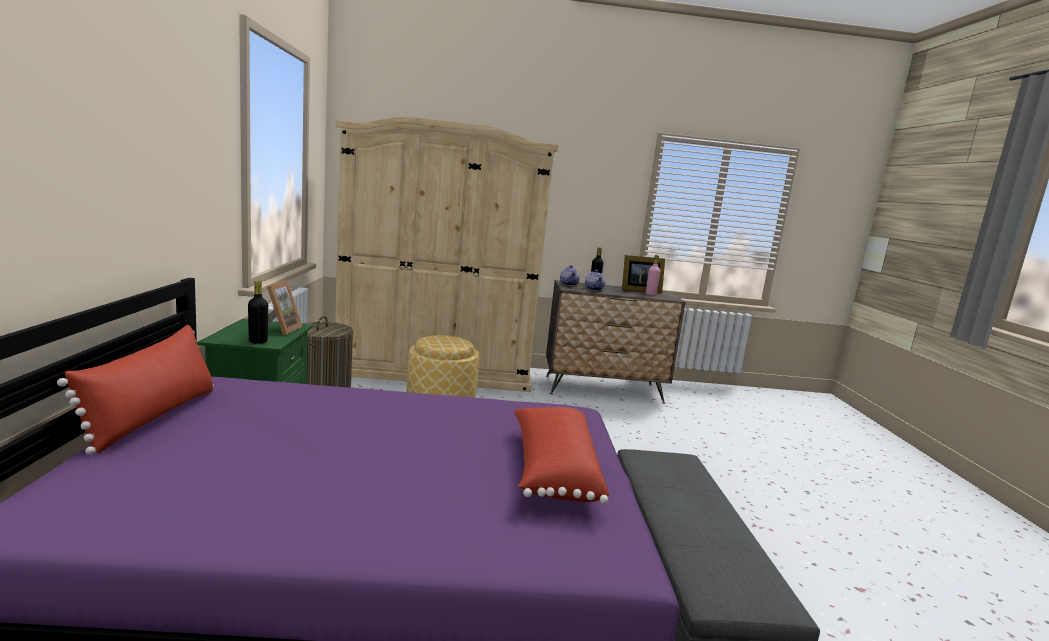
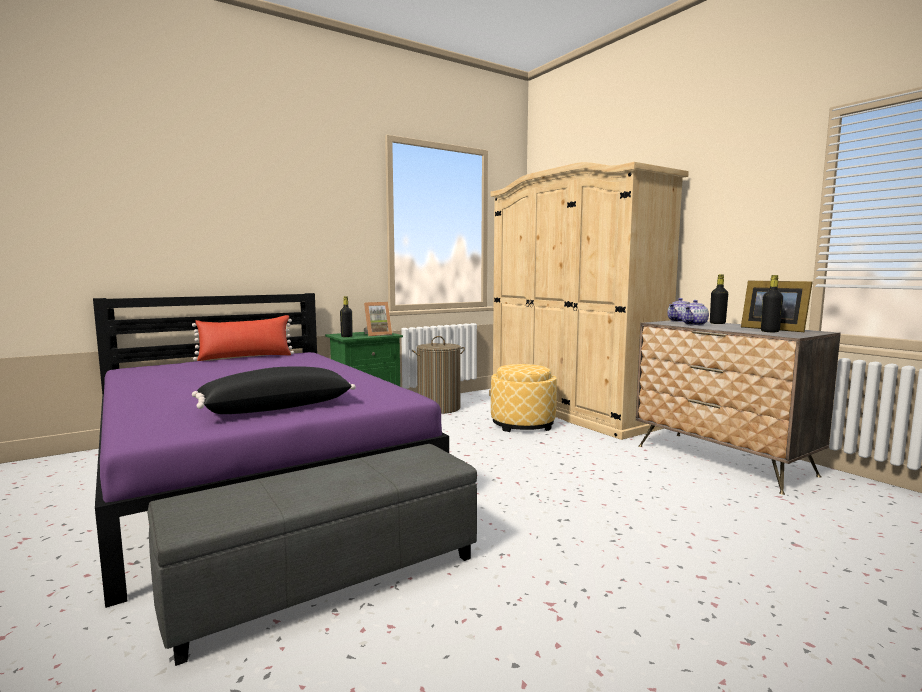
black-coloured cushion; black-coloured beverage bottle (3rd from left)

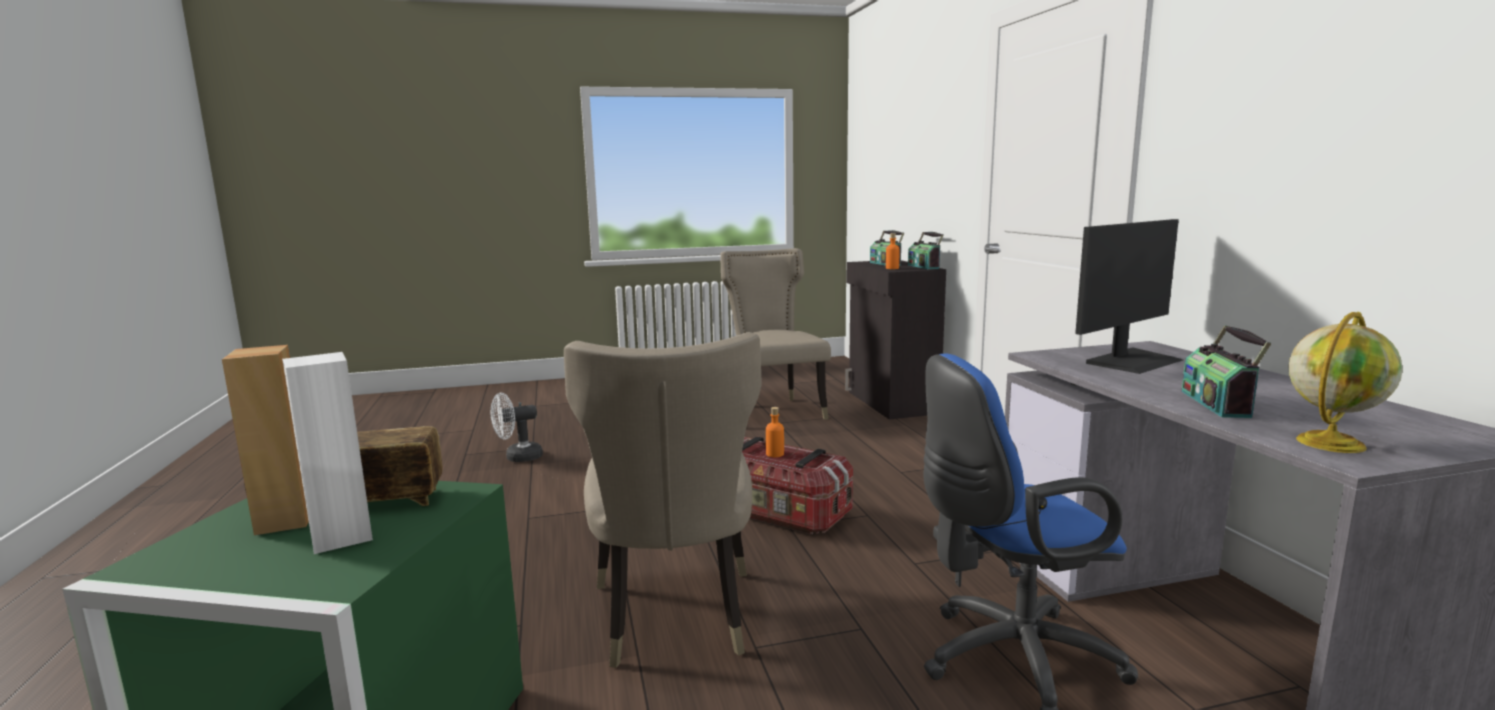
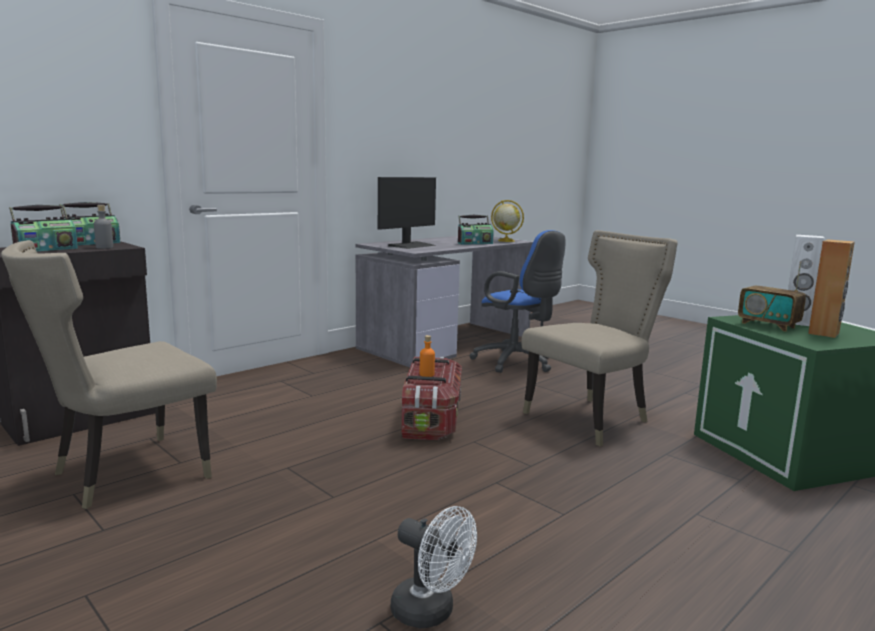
grey beverage bottle; computer screen

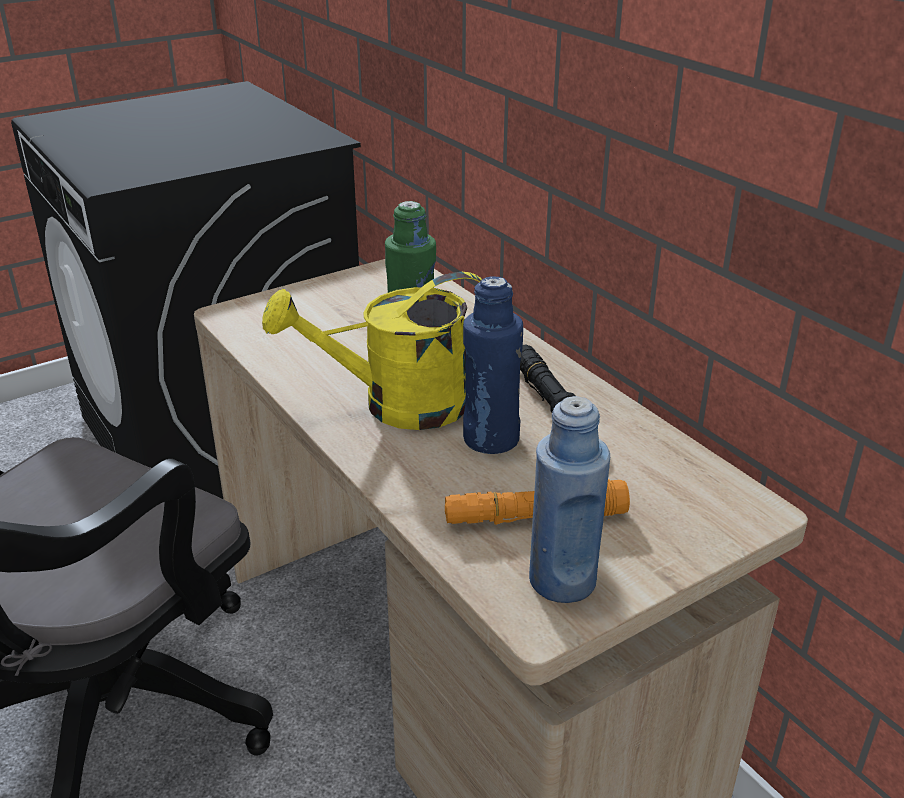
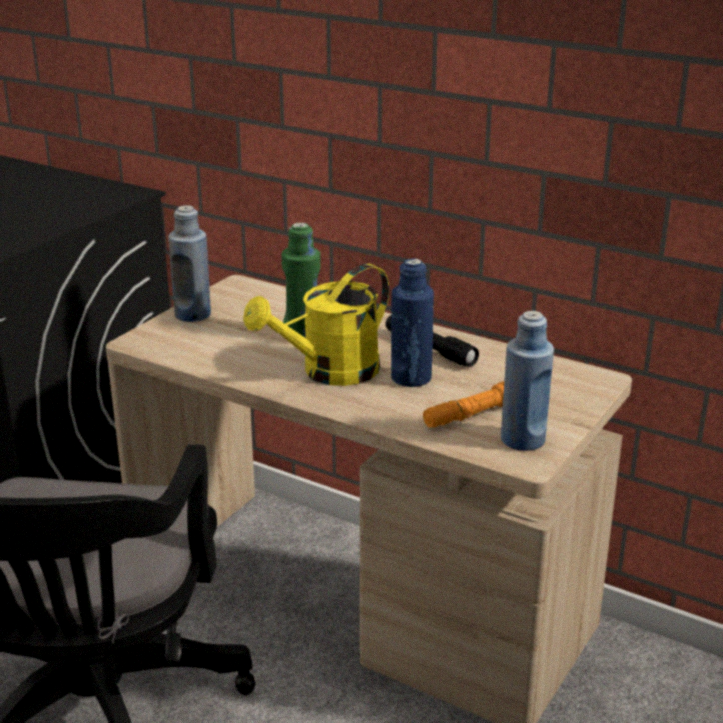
blue-coloured beverage bottle (1st from left)

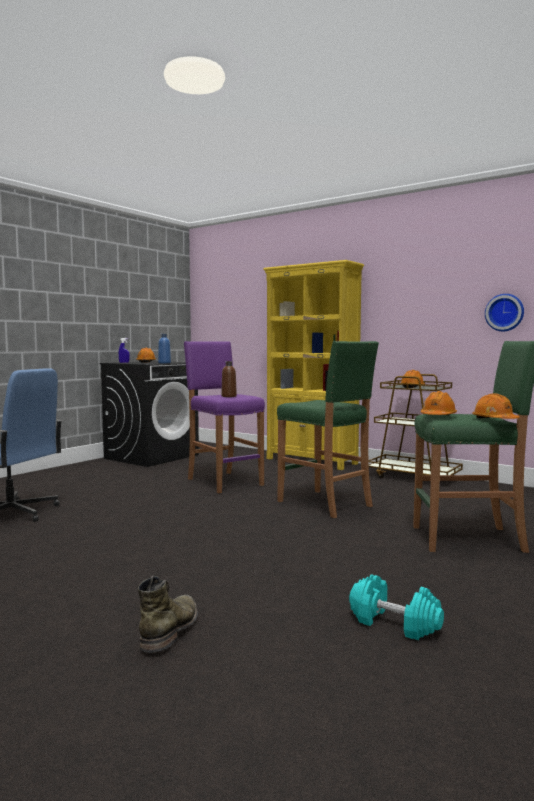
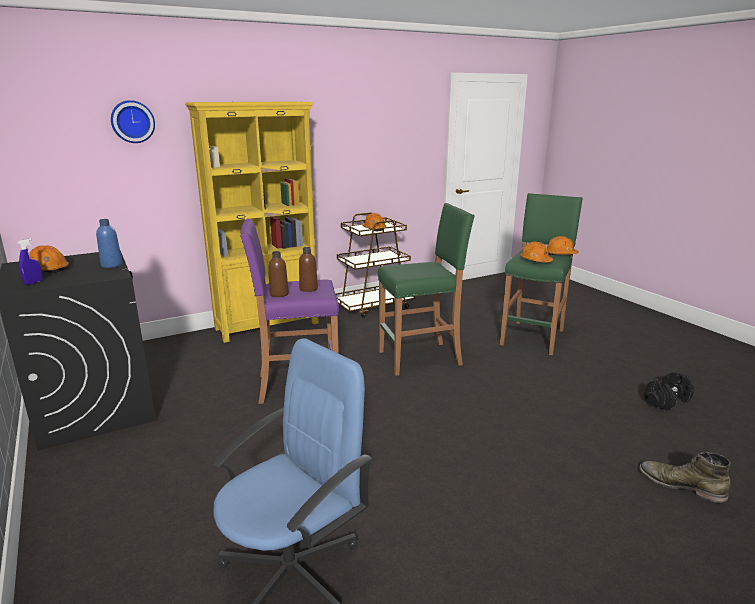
brownish beverage bottle (1st from left); clock on the wall; black-coloured hand weight

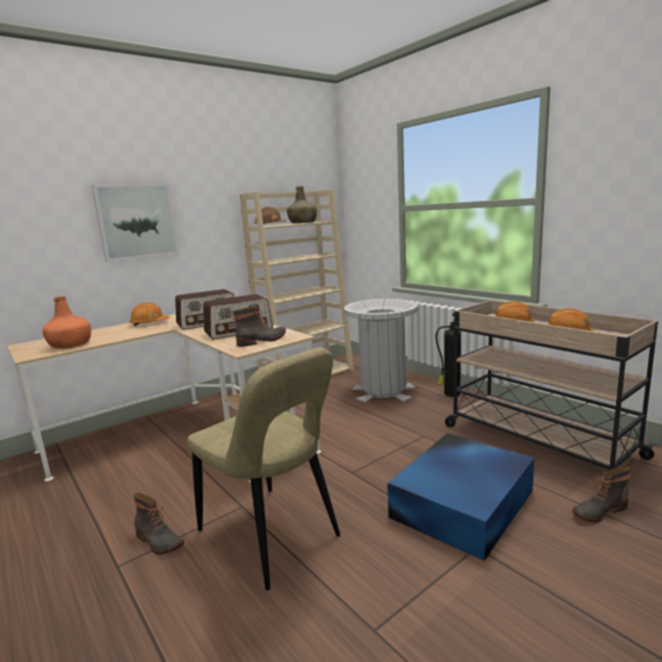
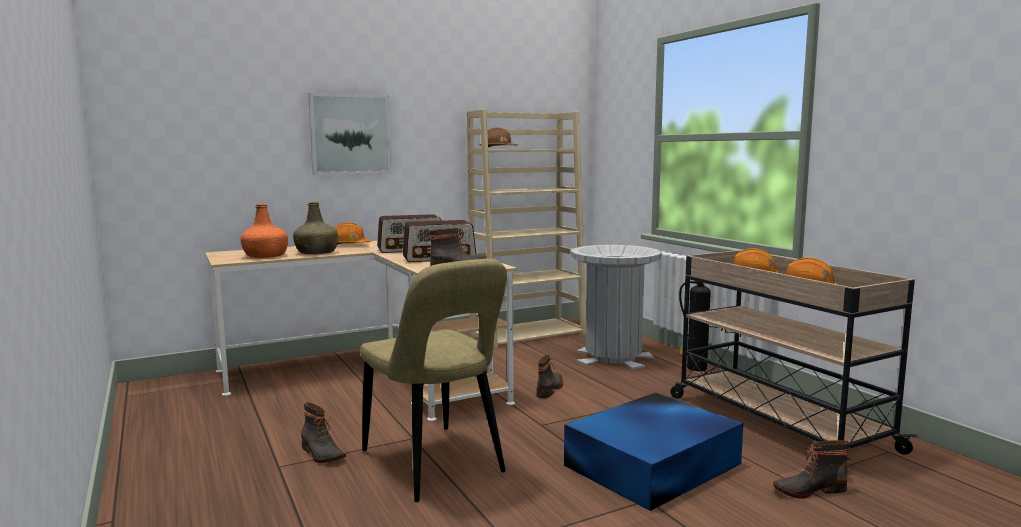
boot (3rd from left); green beverage bottle

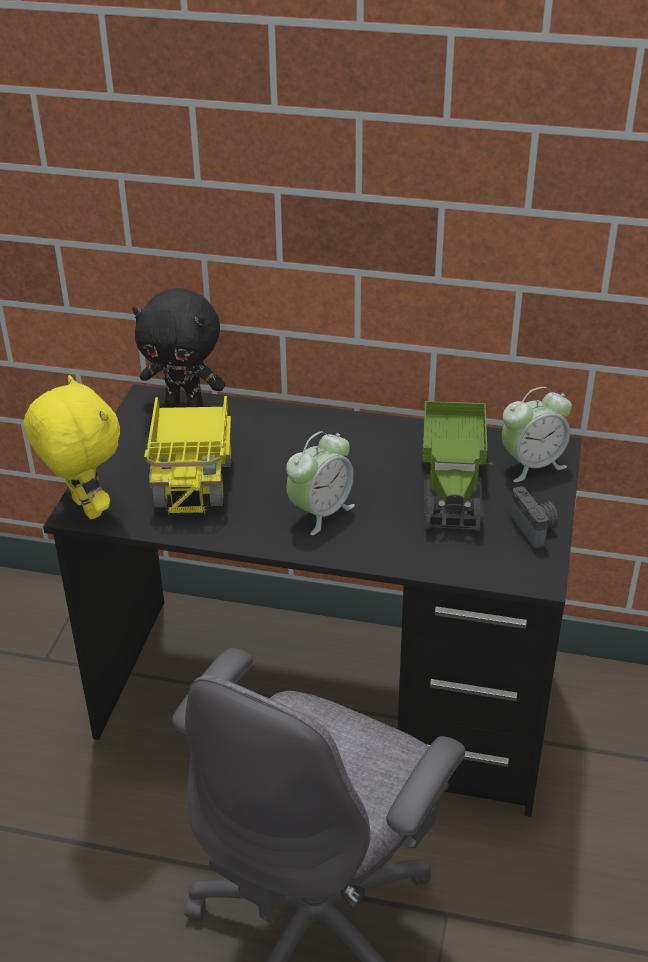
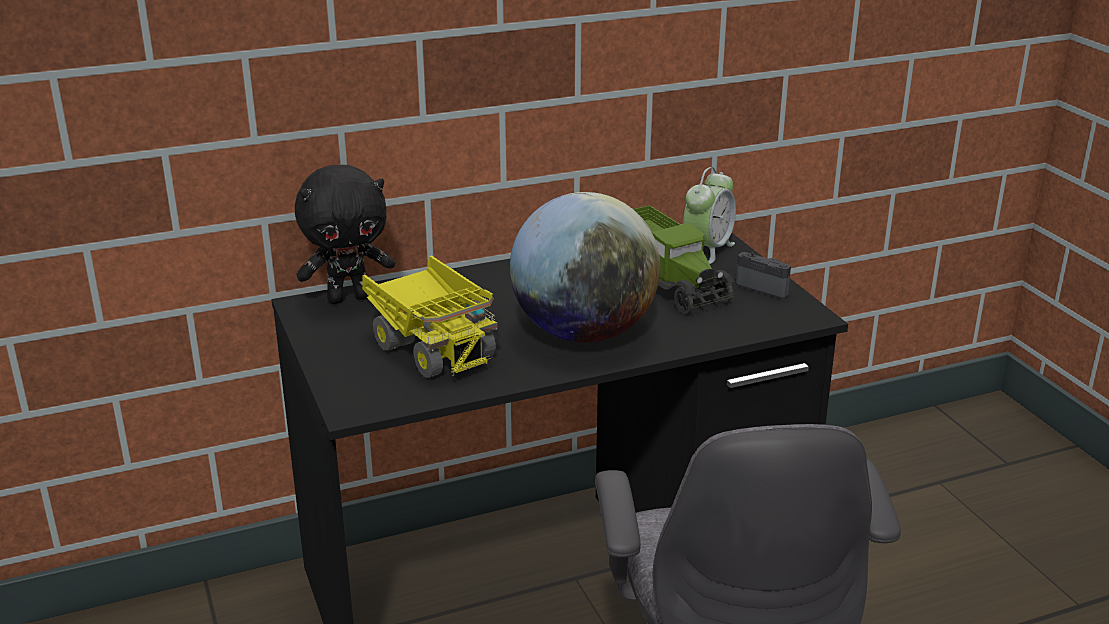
yellow plush toy; world globe

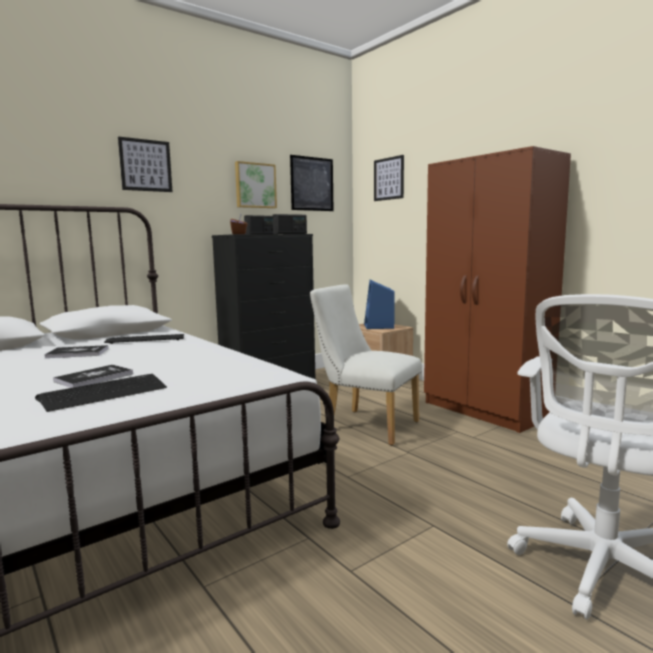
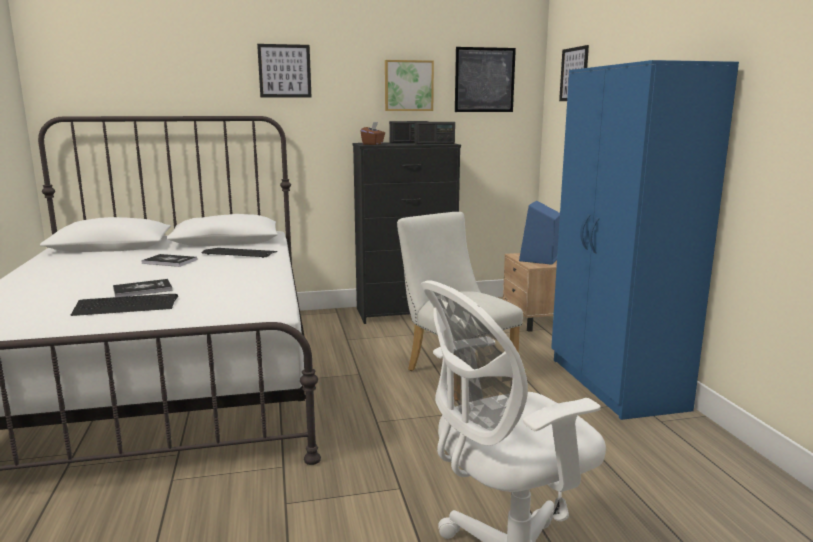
blue-coloured clothes cupboard

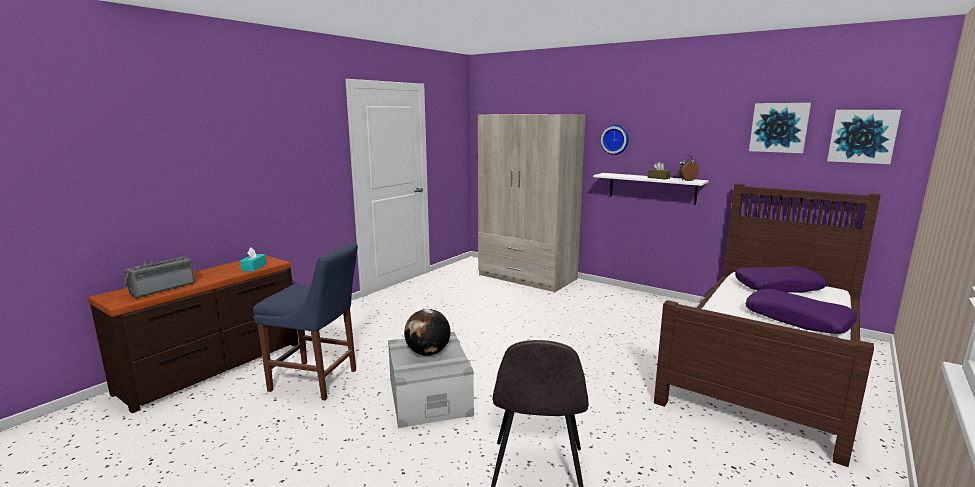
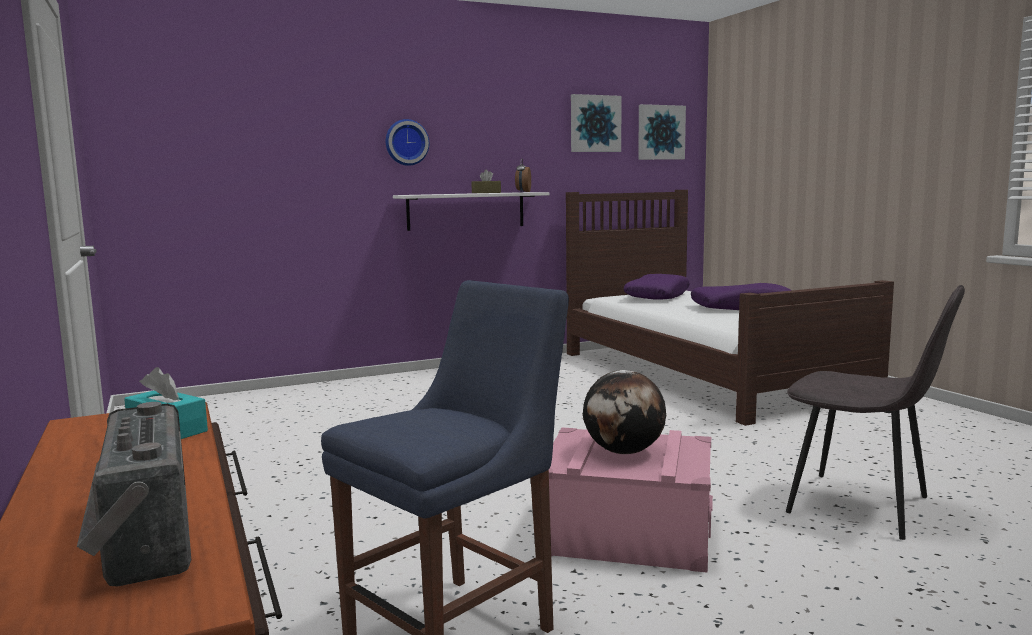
beige-coloured clothes cupboard; pink-coloured storage container

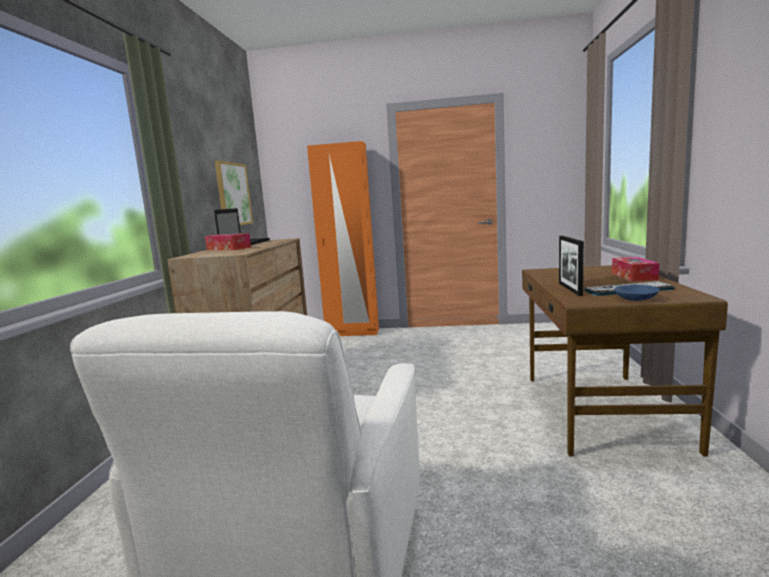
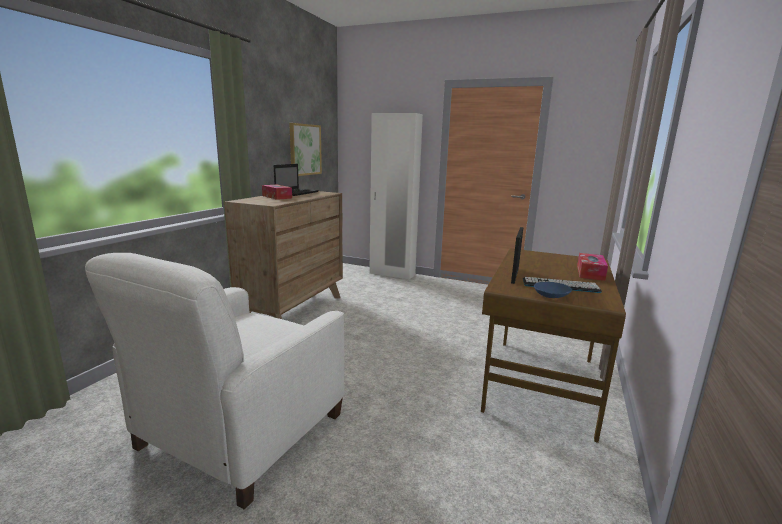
white clothes cupboard

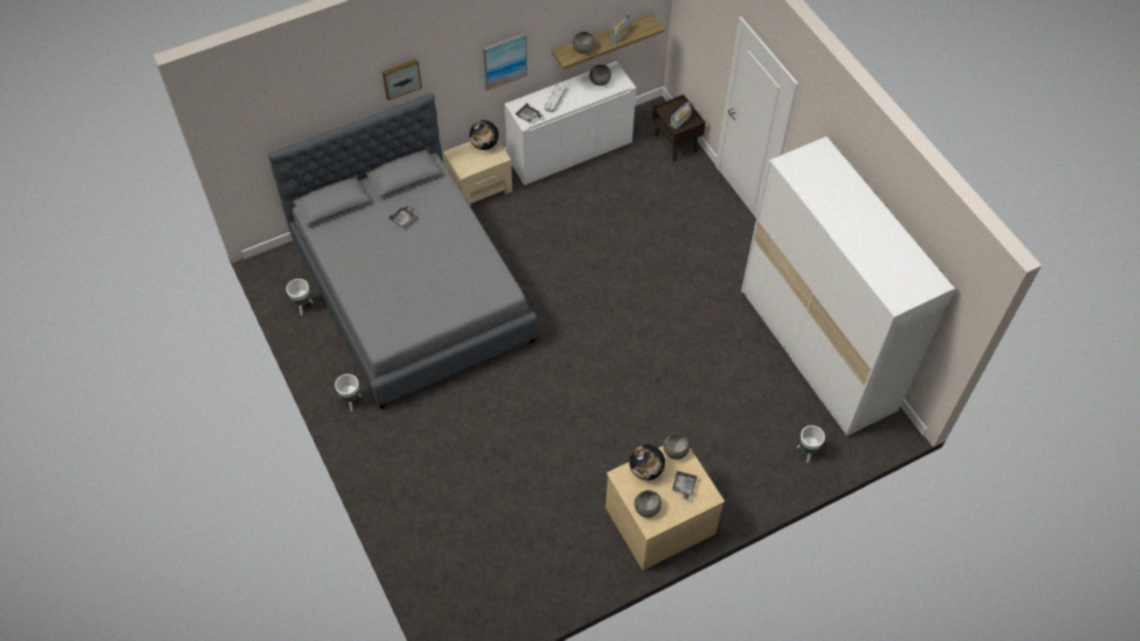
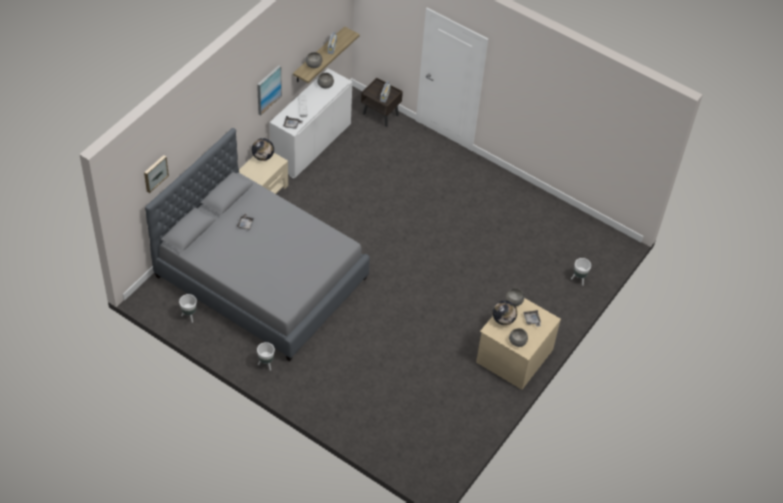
white clothes cupboard; picture (1st from left)

